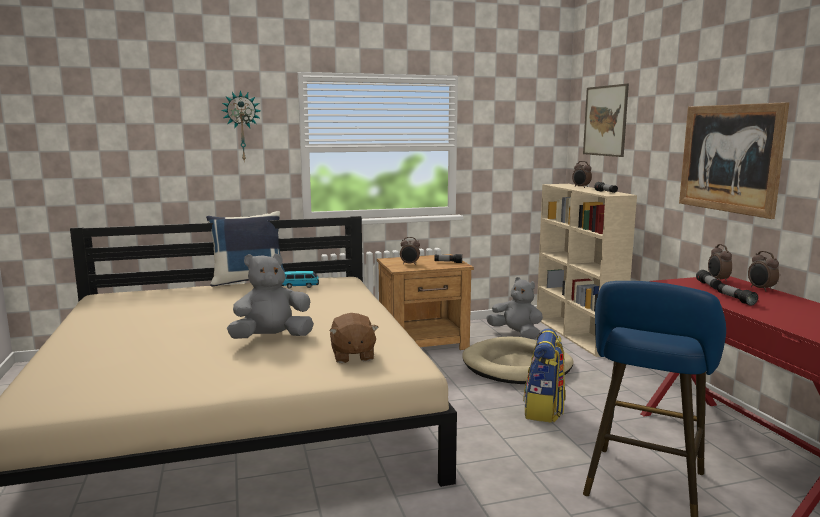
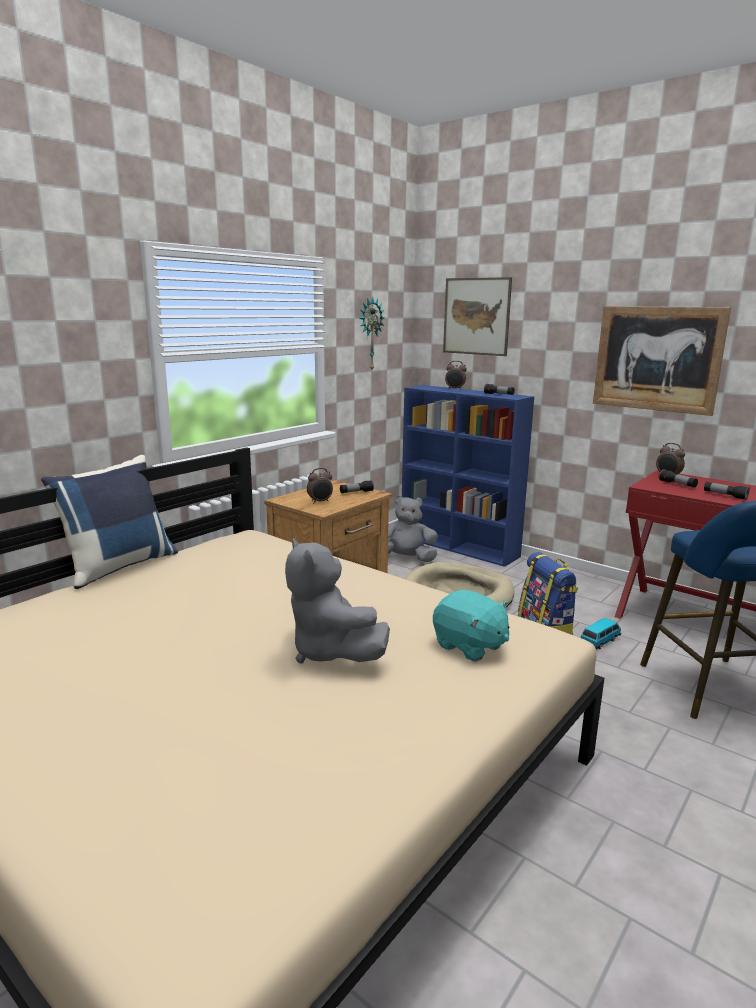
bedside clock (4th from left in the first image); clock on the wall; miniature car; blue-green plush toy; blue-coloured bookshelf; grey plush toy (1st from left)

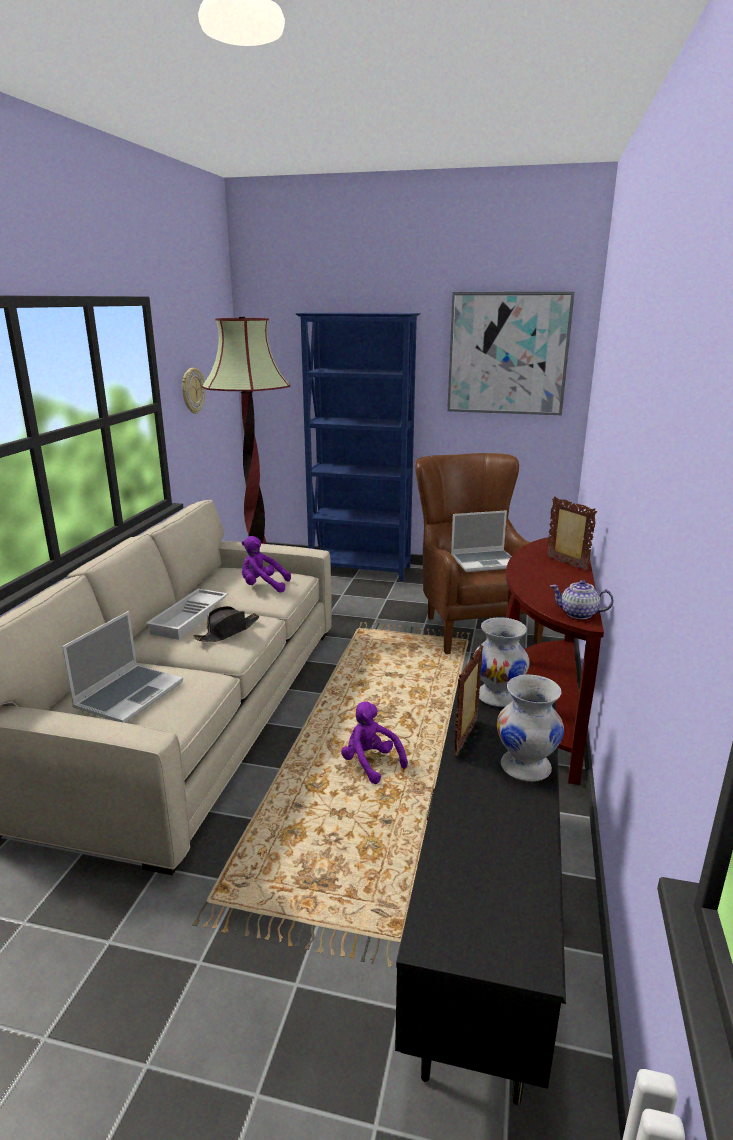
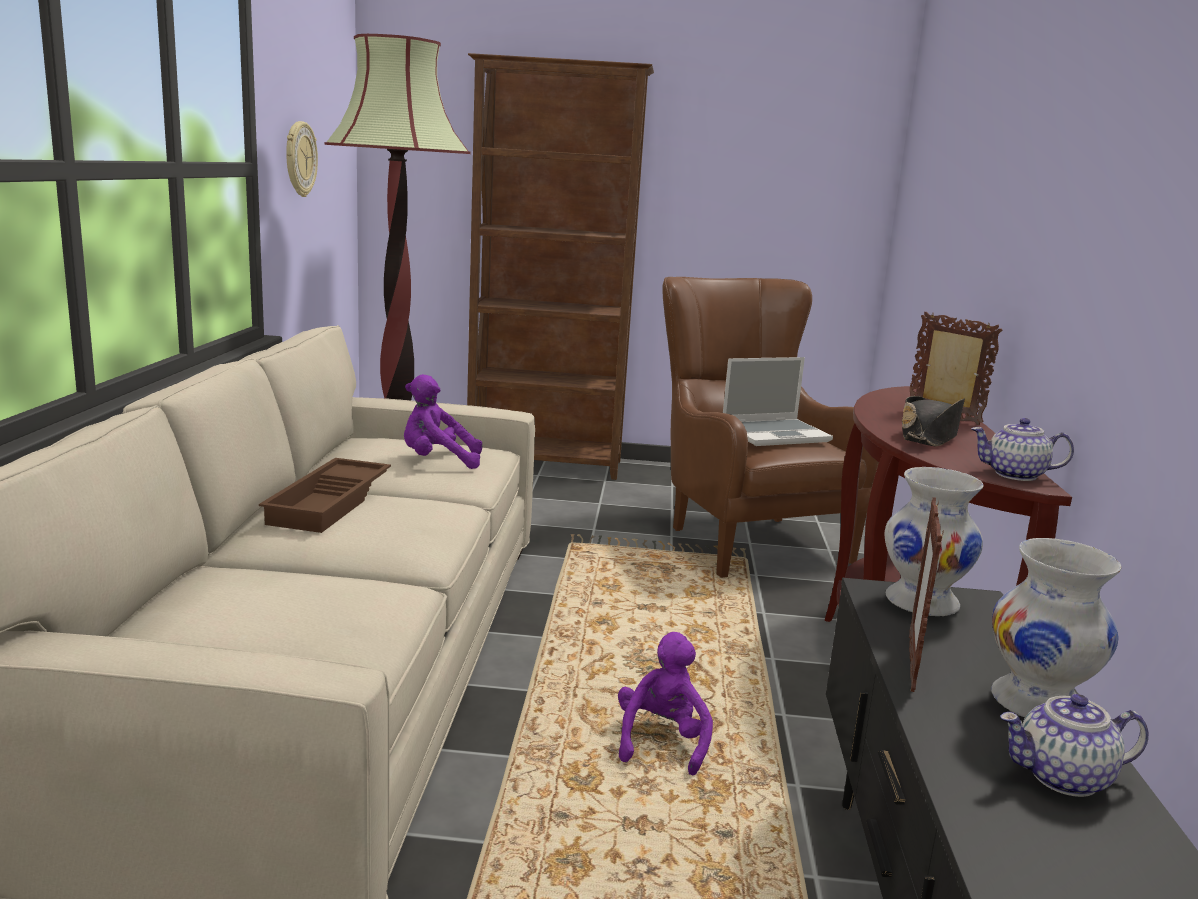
notebook computer (1st from left in the first image); picture; pot for tea (2nd from left); black-coloured clothing hat; brownish carrying tray; brownish bookshelf; purplish plush toy (2nd from left)

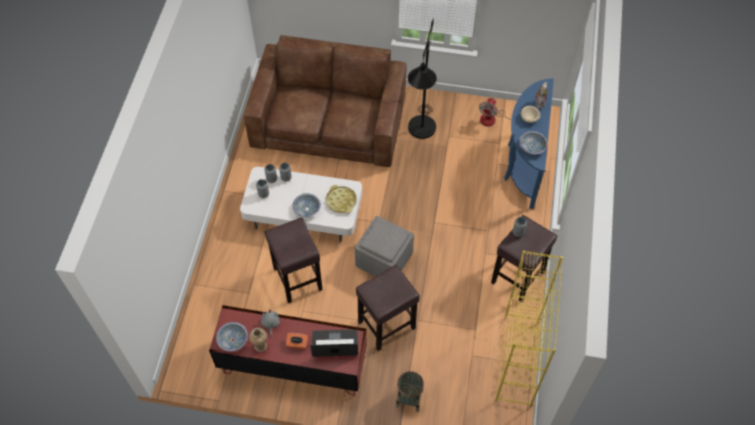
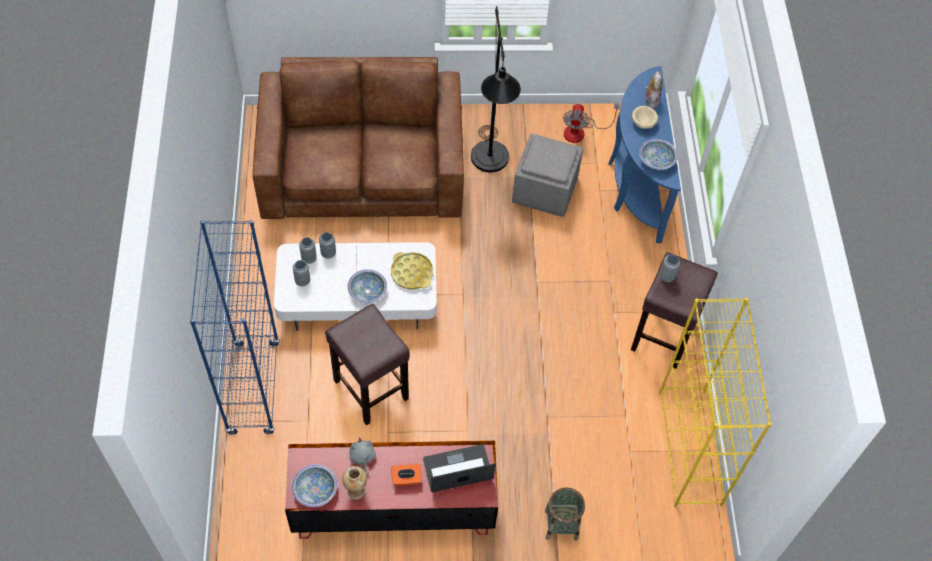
brownish sitting stool (2nd from left in the first image); blue-coloured bookshelf; grey ottoman

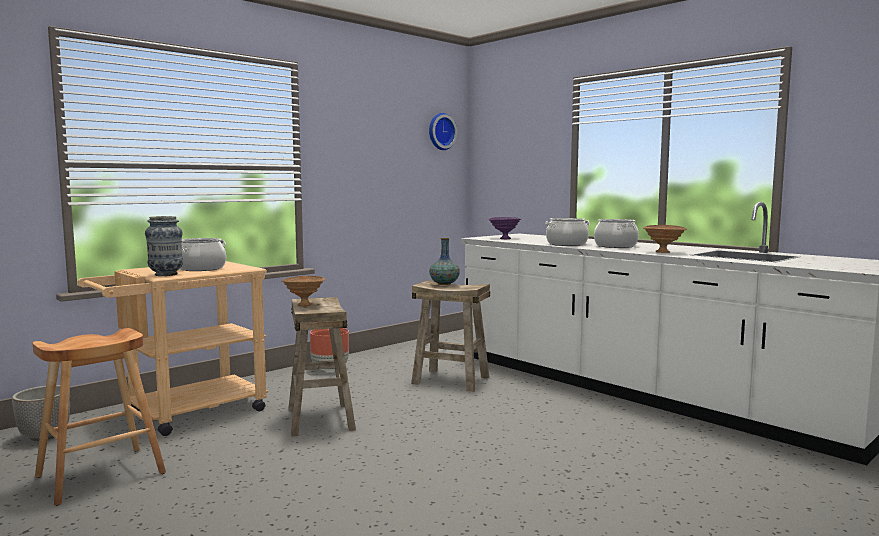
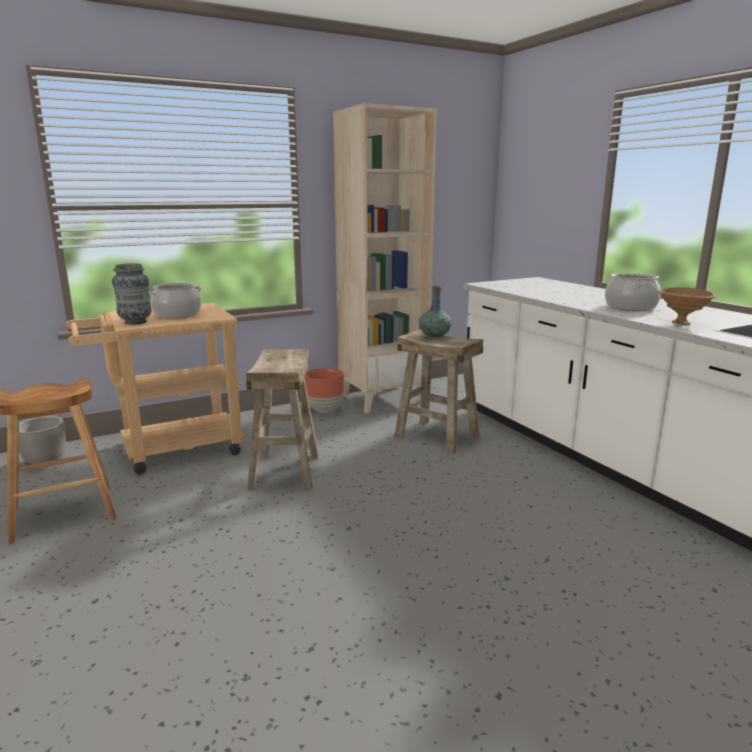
brownish serving bowl (1st from left in the first image); clock on the wall; purplish serving bowl; stockpot (2nd from left in the first image); beige-coloured bookshelf

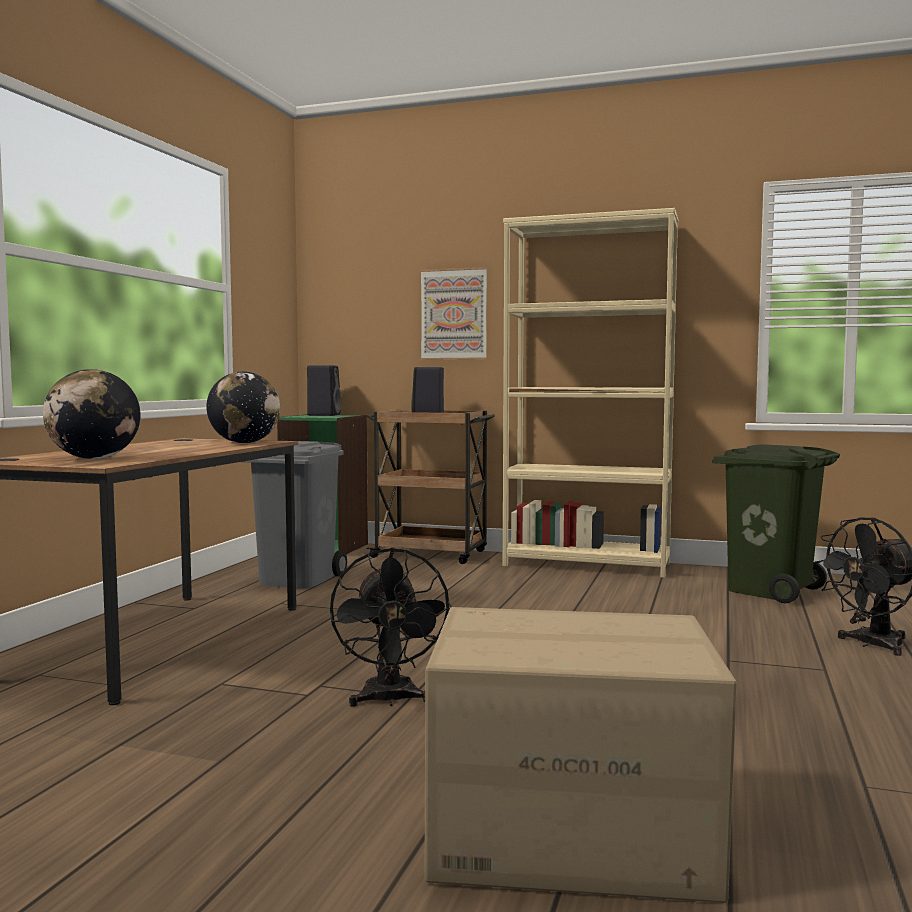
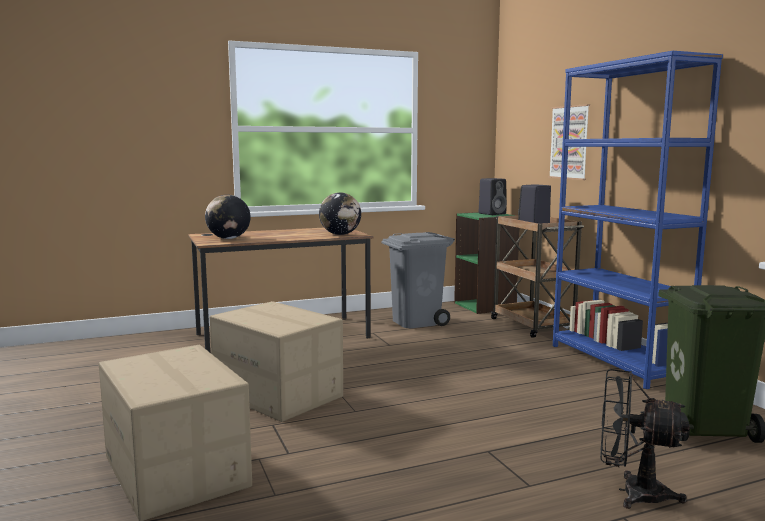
packing box (2nd from left); blue-coloured bookshelf

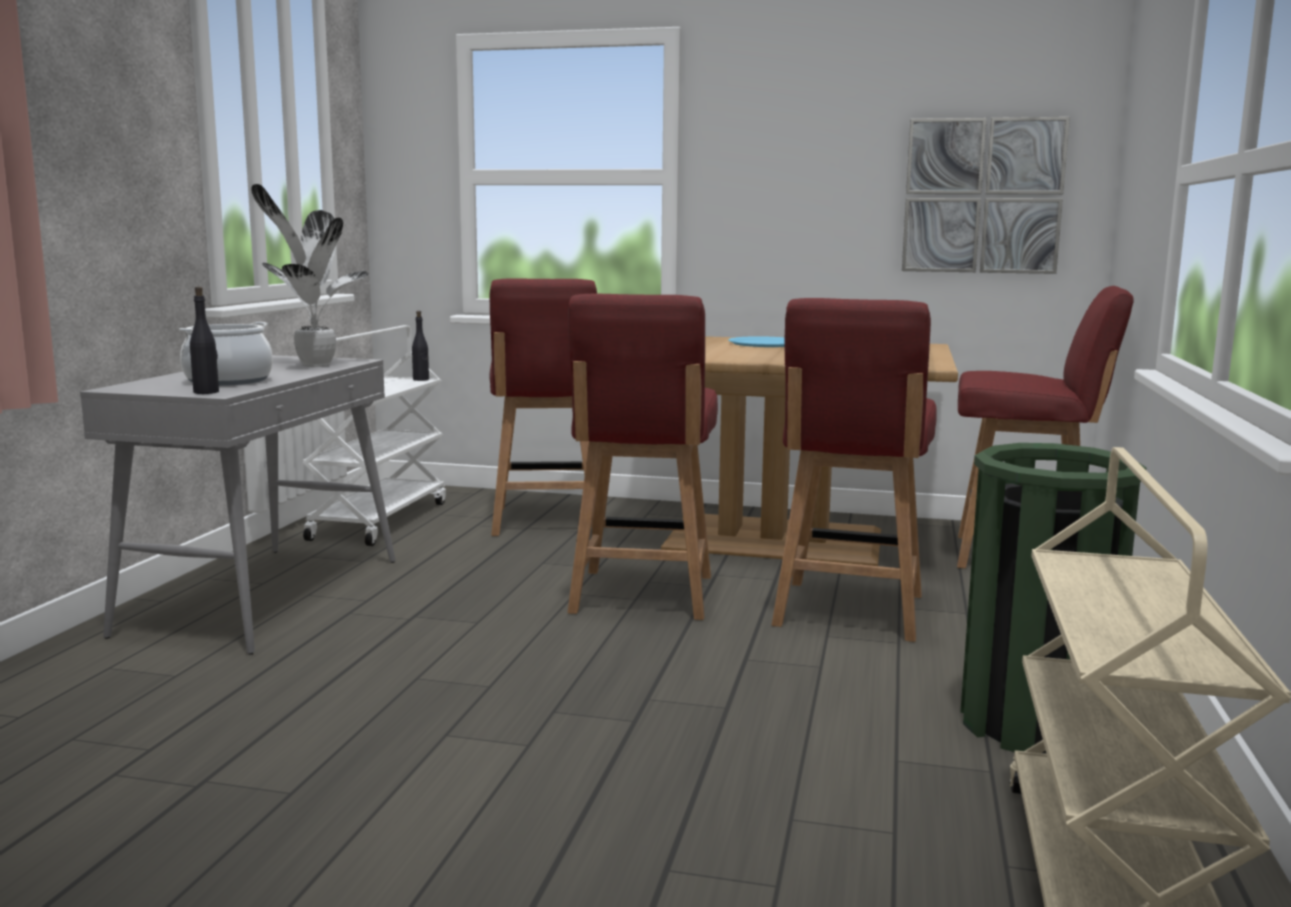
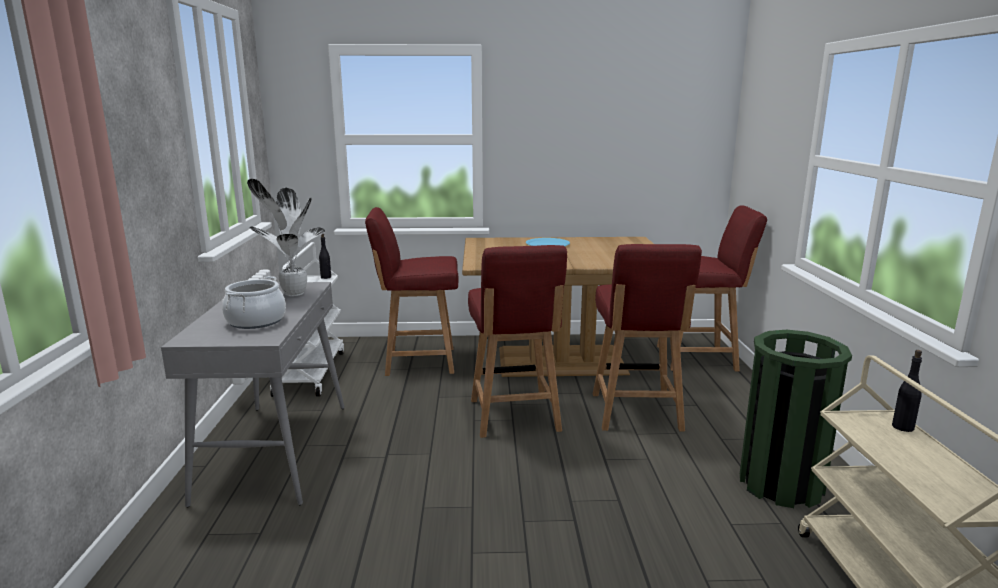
picture; black-coloured beverage bottle (2nd from left); reddish plain chair (1st from left)

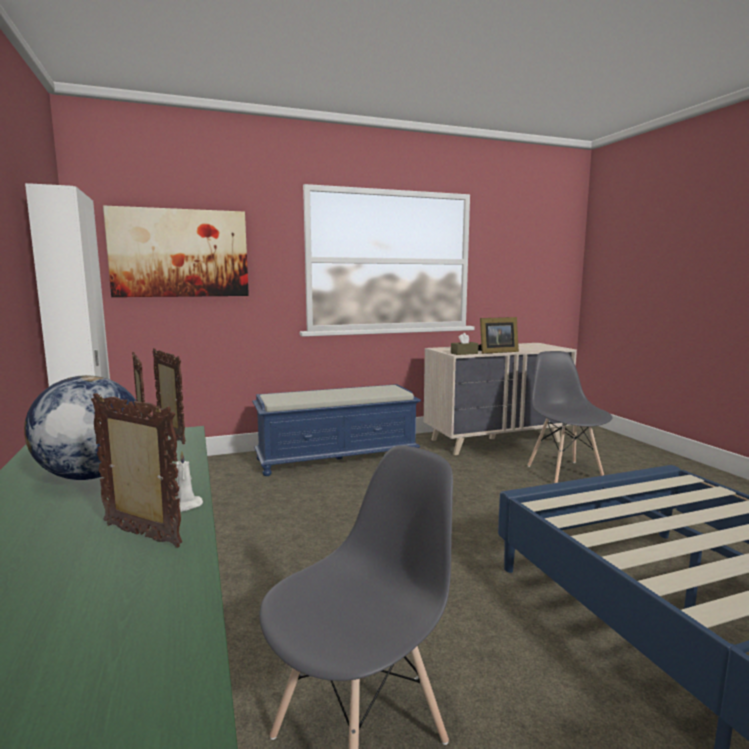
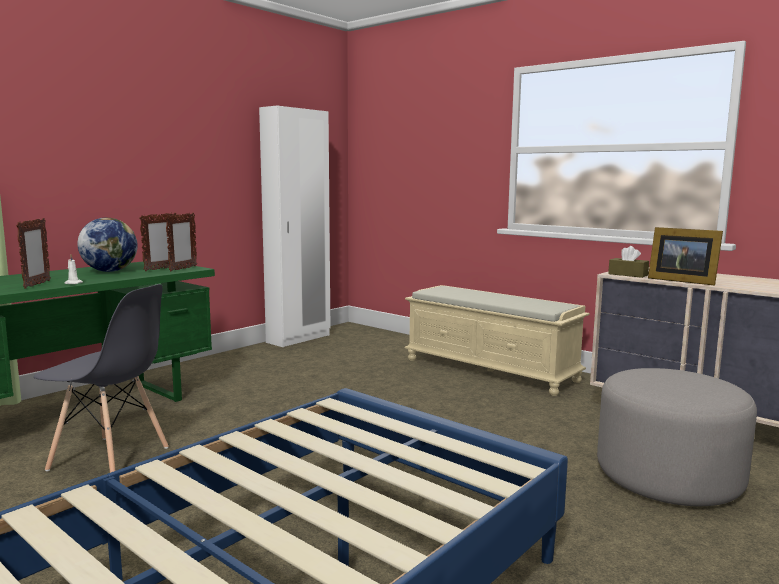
picture; grey ottoman; beige-coloured indoor bench

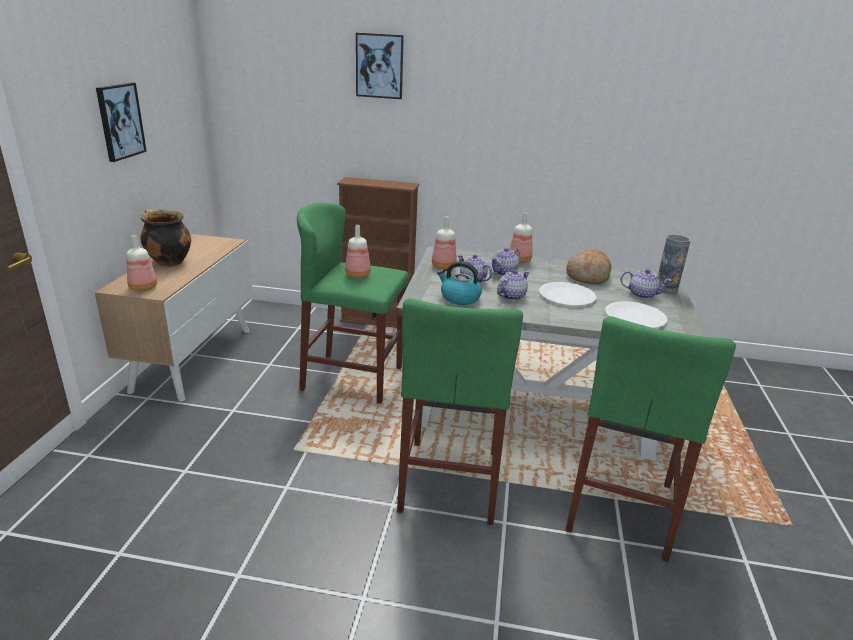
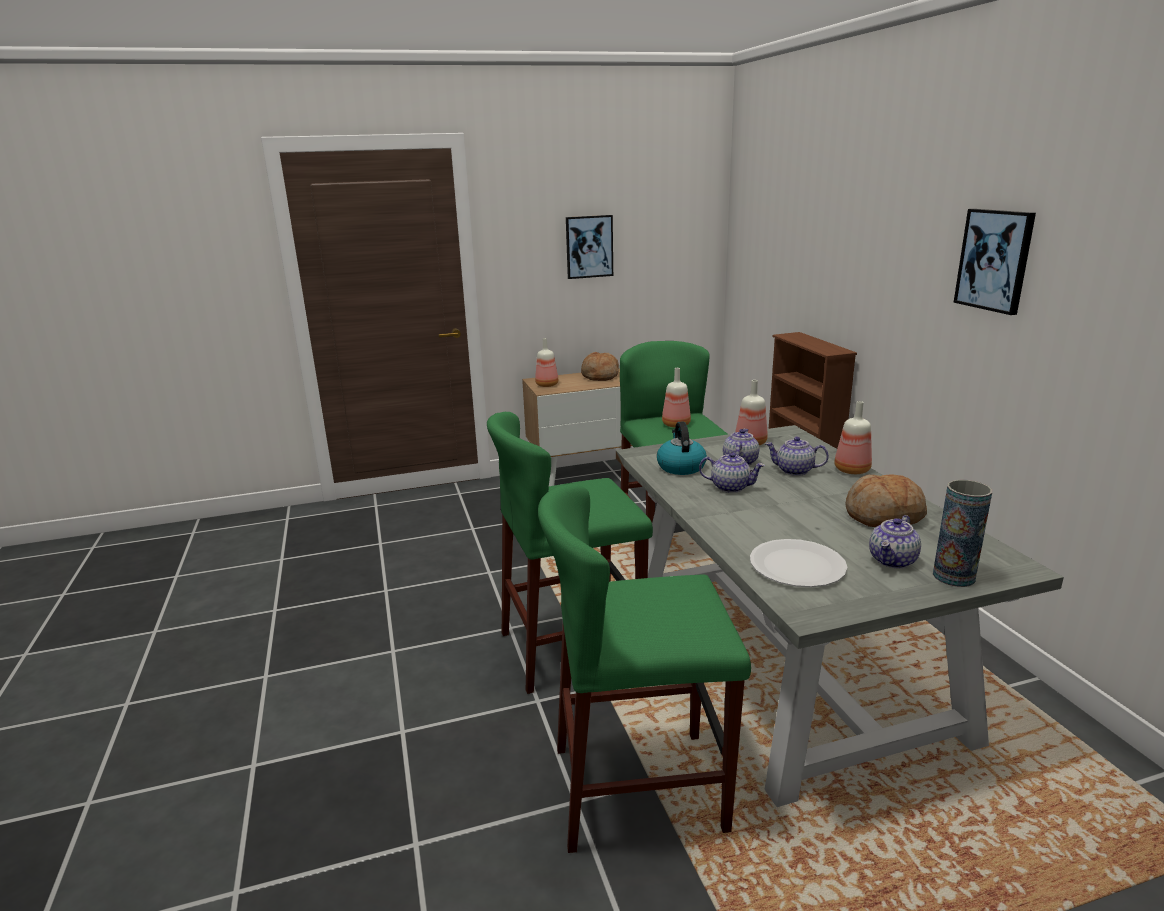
white dinner plate (1st from left in the first image); picture (2nd from left); bakery bread (1st from left); pot for tea (4th from left)

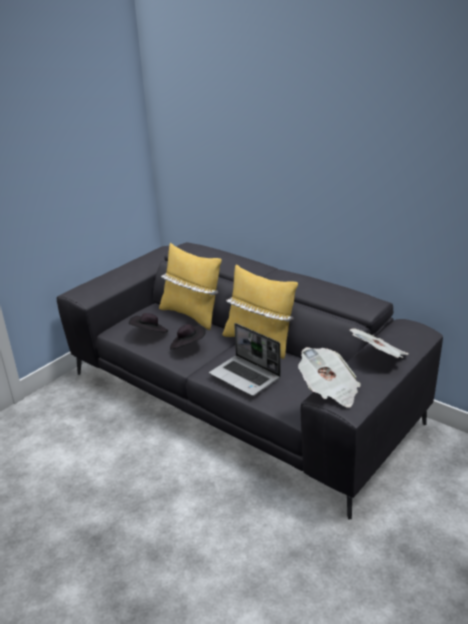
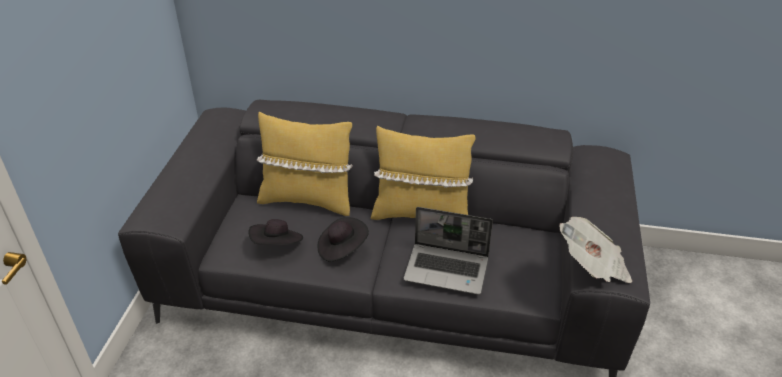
newspaper (2nd from left in the first image)

